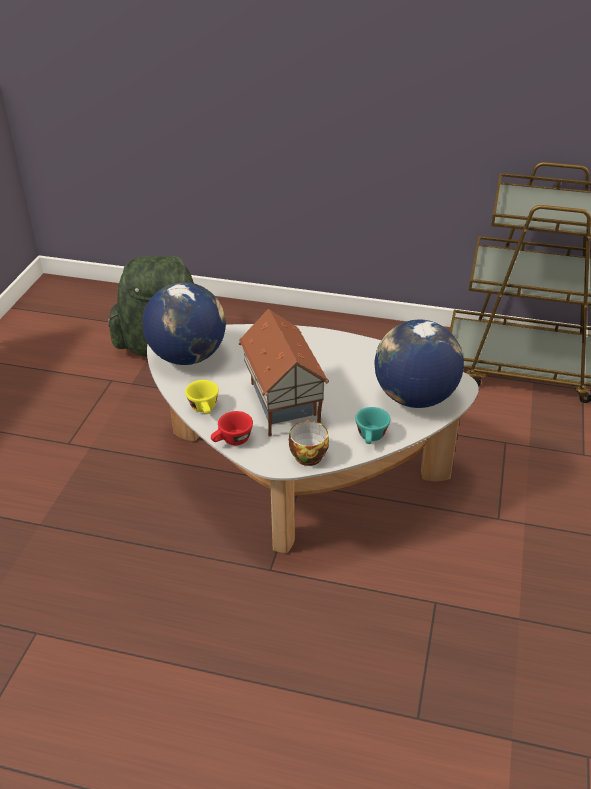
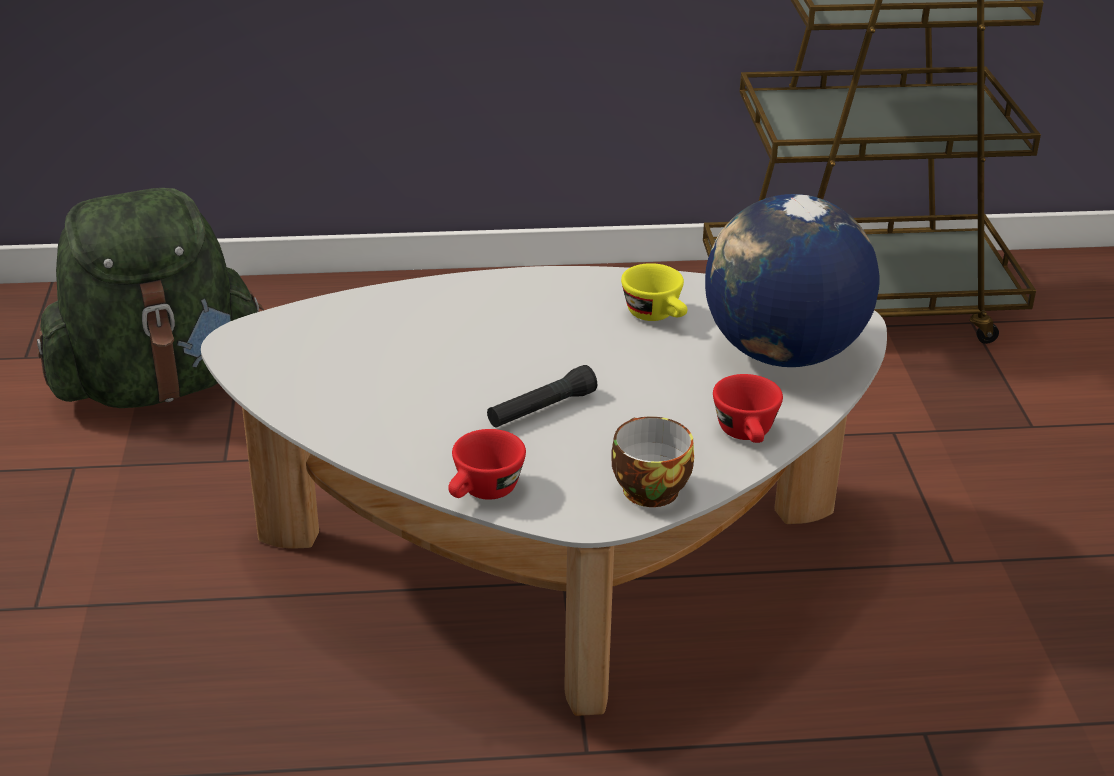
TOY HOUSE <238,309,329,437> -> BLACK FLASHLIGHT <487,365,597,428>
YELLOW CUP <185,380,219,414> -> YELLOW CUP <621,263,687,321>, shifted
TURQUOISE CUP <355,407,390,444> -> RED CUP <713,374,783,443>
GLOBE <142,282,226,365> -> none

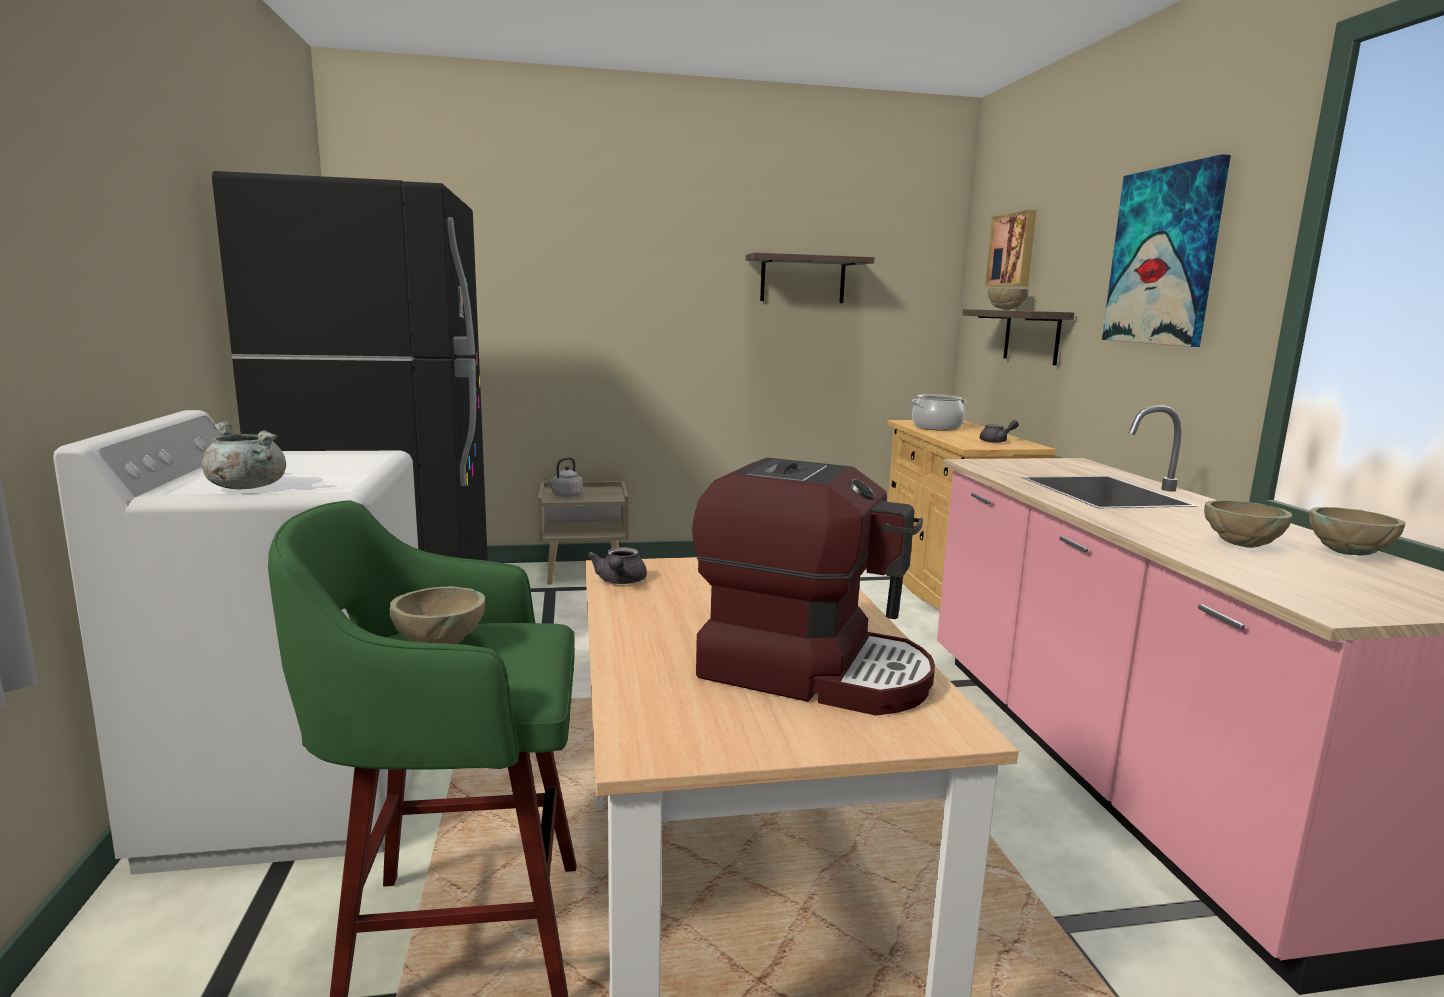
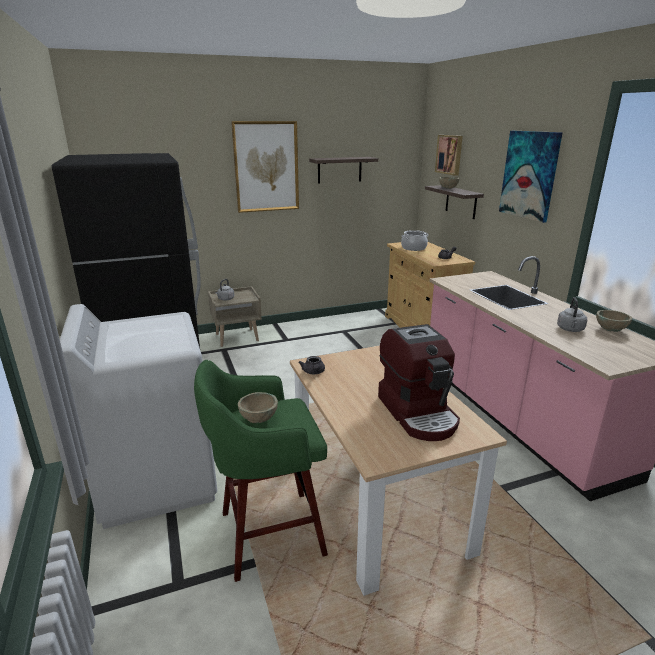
none -> PICTURE <231,121,299,213>
COFFEE MACHINE <692,458,935,716> -> COFFEE MACHINE <378,324,460,441>, 60 degrees clockwise
BEIGE BOWL <1204,500,1292,548> -> GREY KETTLE <557,297,587,332>
GREY COOKING POT <202,422,286,489> -> none

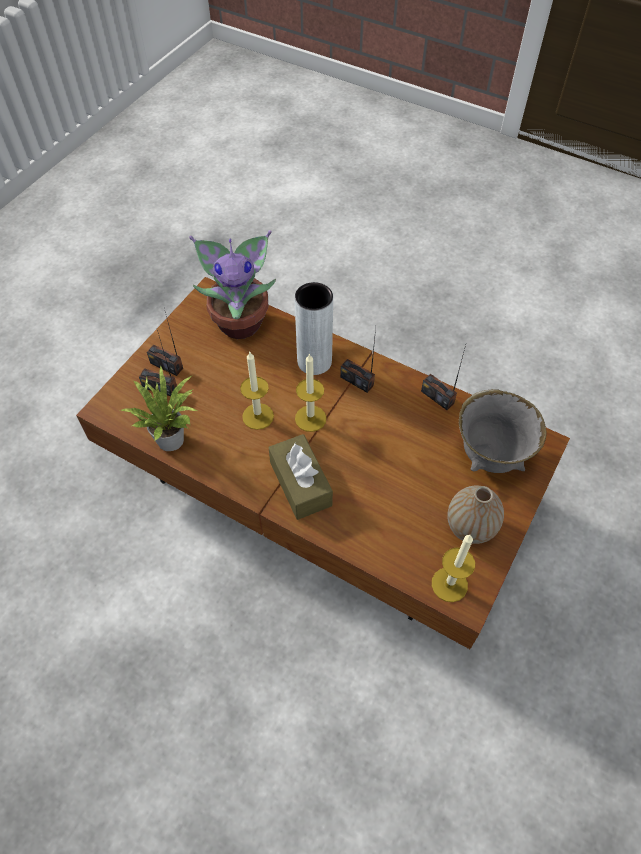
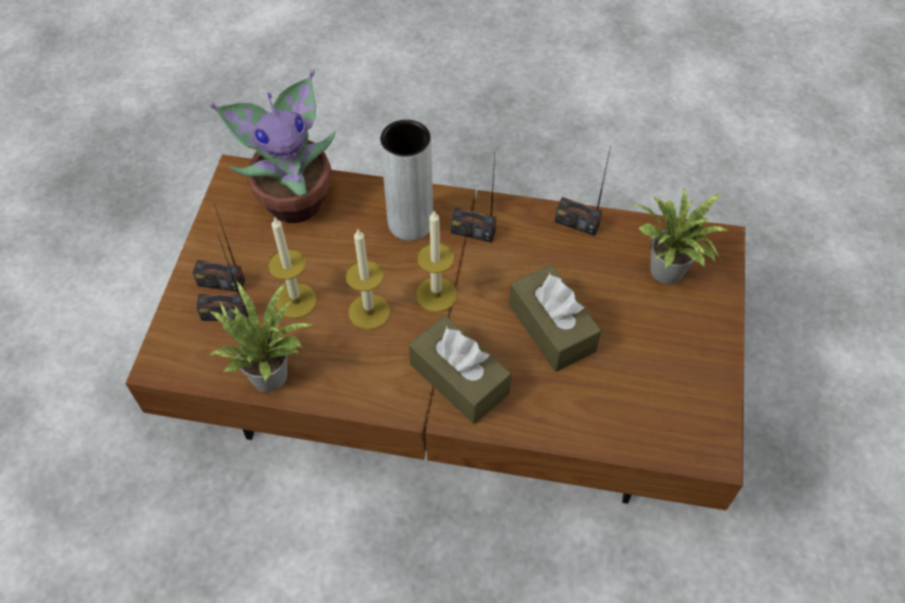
CANDLE <432,534,475,602> -> CANDLE <268,216,317,319>, shifted
none -> BROWN TISSUE BOX <509,265,601,372>
GREY BOWL <459,389,547,473> -> POTTED PLANT <630,187,728,284>
VASE <447,485,504,544> -> none

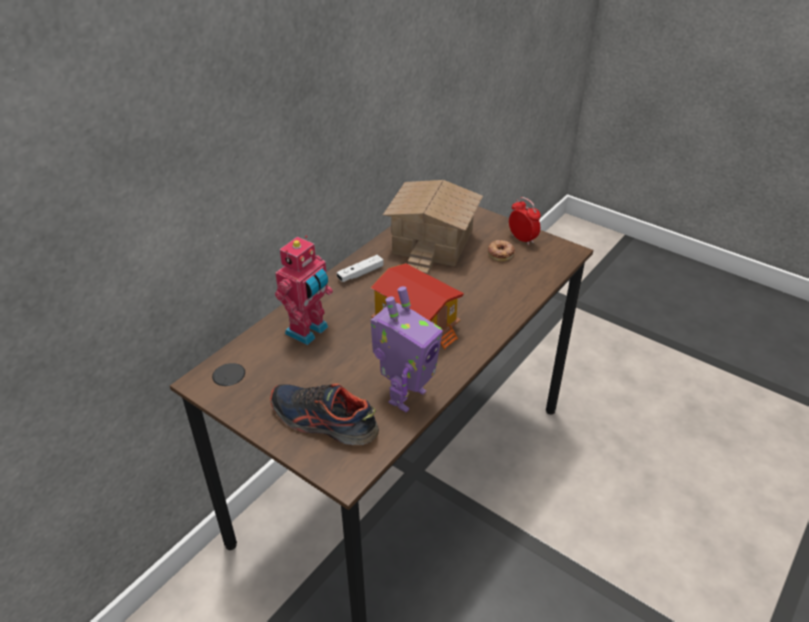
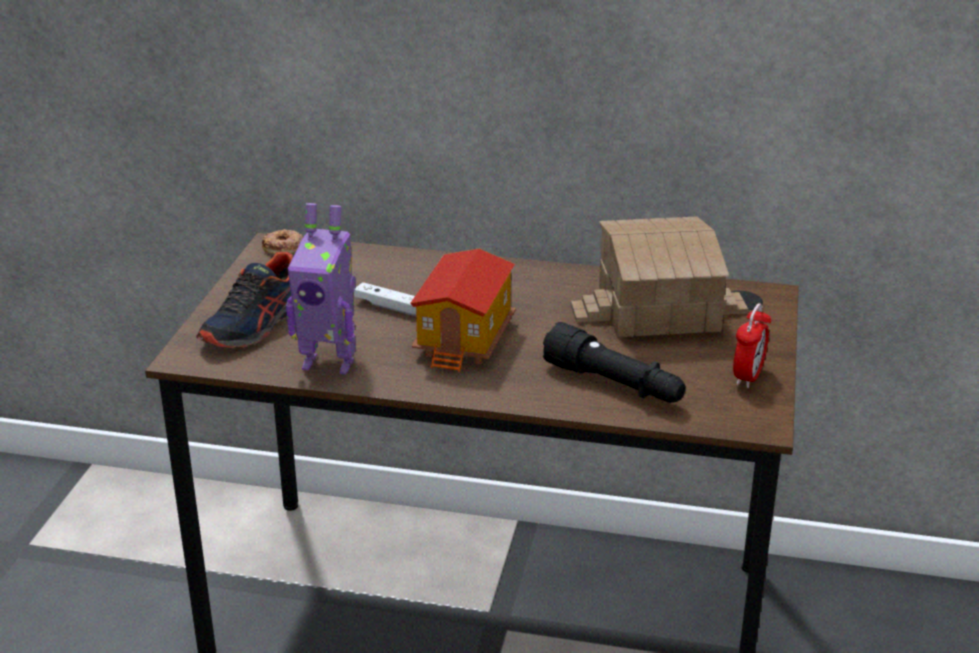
SHOE <270,384,379,445> -> SHOE <197,252,295,348>, 150 degrees counterclockwise
DONUT <488,240,515,261> -> DONUT <262,229,303,254>, shifted
WHITE GAME CONTROLLER <337,255,384,282> -> WHITE GAME CONTROLLER <354,282,416,316>, shifted
none -> BLACK FLASHLIGHT <543,322,686,403>
TOY ROBOT <275,236,333,345> -> none

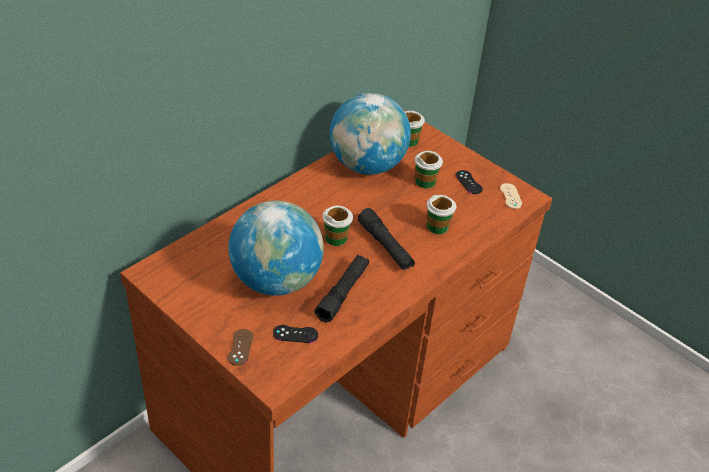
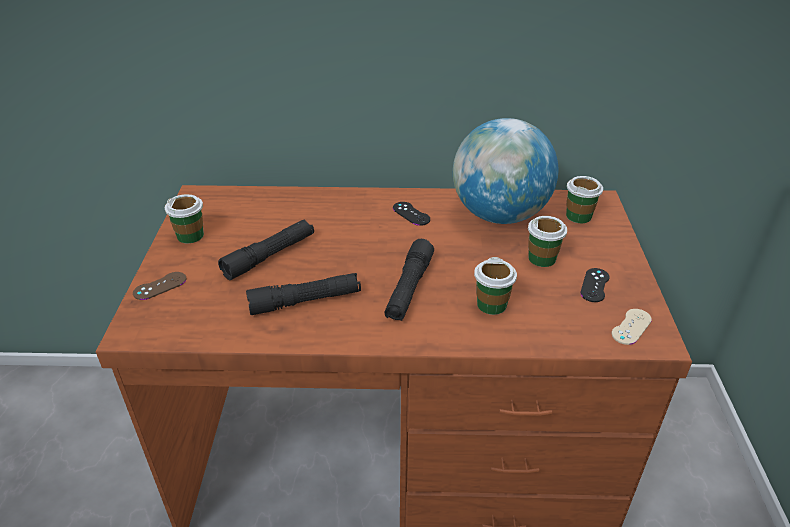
CUP <322,206,353,246> -> CUP <165,194,204,243>, shifted
GLOBE <228,201,324,296> -> BLACK FLASHLIGHT <218,220,314,280>
BLACK GAME CONTROLLER <273,325,318,343> -> BLACK GAME CONTROLLER <393,202,430,226>, shifted

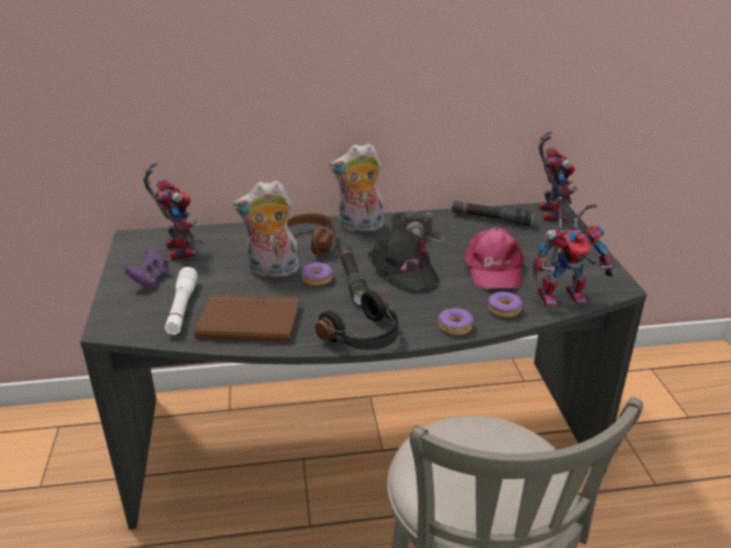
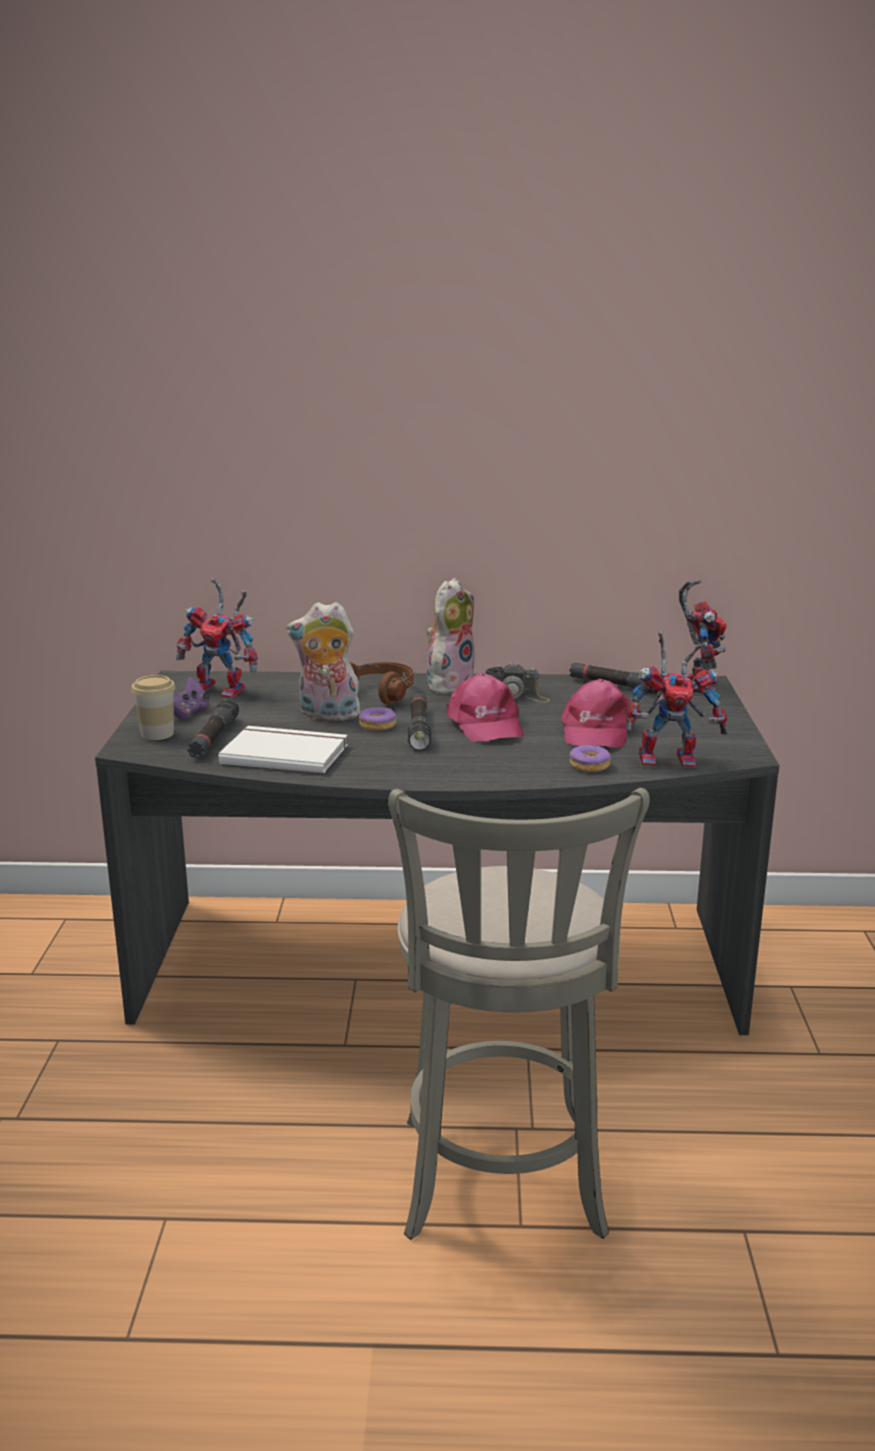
none -> CUP <131,675,175,740>
TOY ROBOT <143,163,197,261> -> TOY ROBOT <176,578,258,698>, 120 degrees clockwise
WHITE FLASHLIGHT <165,267,198,335> -> BLACK FLASHLIGHT <187,699,239,758>
BROWN BOOK <194,294,300,343> -> WHITE BOOK <219,726,348,774>
PLUSH TOY <330,143,384,232> -> PLUSH TOY <427,578,474,694>, 120 degrees clockwise
BLACK CAP <368,228,439,291> -> PINK CAP <446,673,524,741>
BLACK HEADPHONES <315,291,399,350> -> none
DONUT <438,307,473,335> -> none

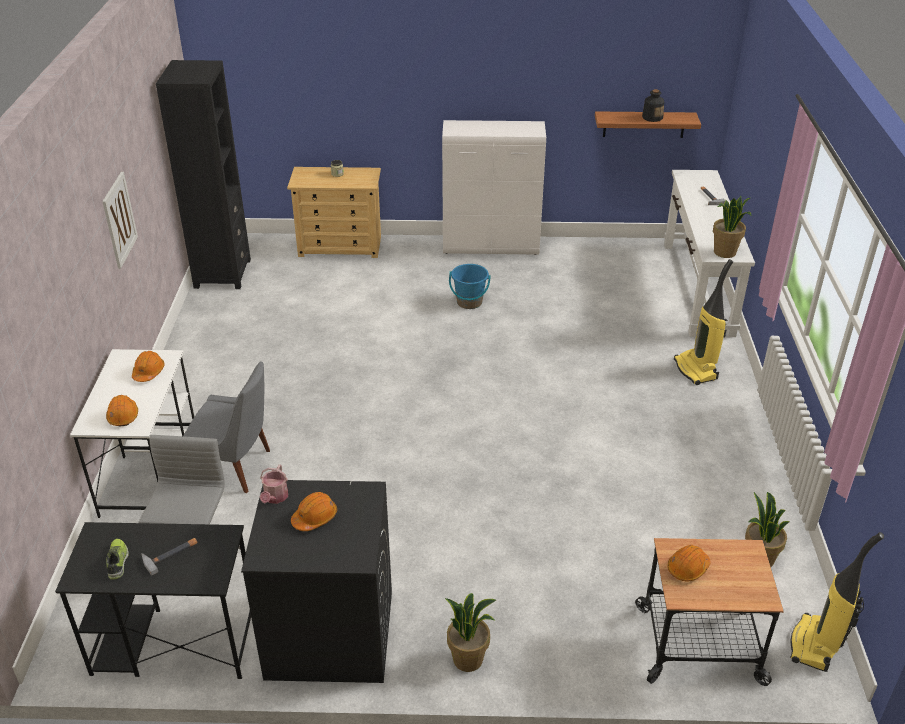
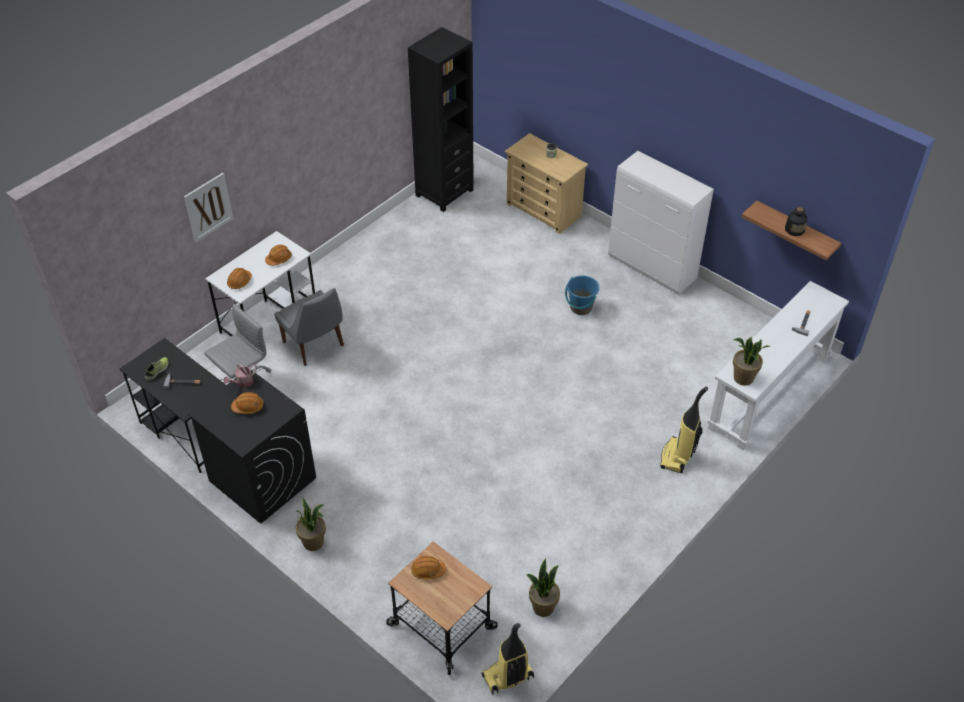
PICTURE <102,172,138,269> -> PICTURE <184,173,233,242>, shifted

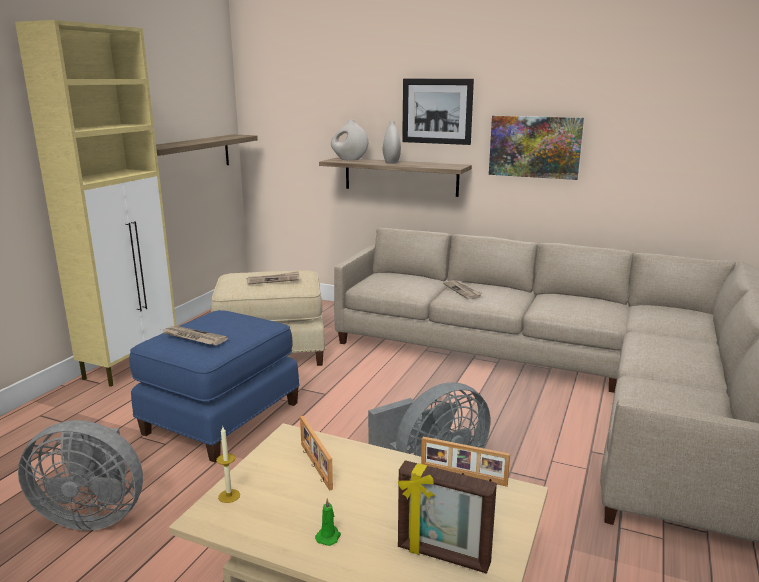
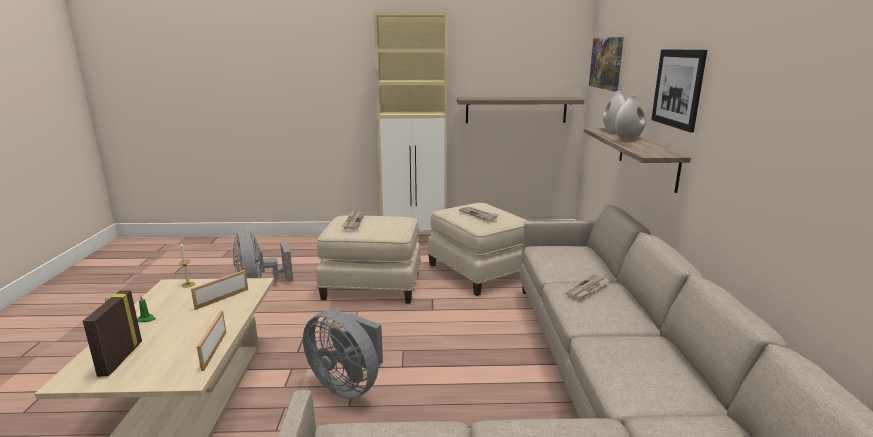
BLUE OTTOMAN <129,310,300,463> -> BEIGE OTTOMAN <317,215,421,304>
PICTURE <489,116,584,180> -> PICTURE <589,37,624,91>, shifted

